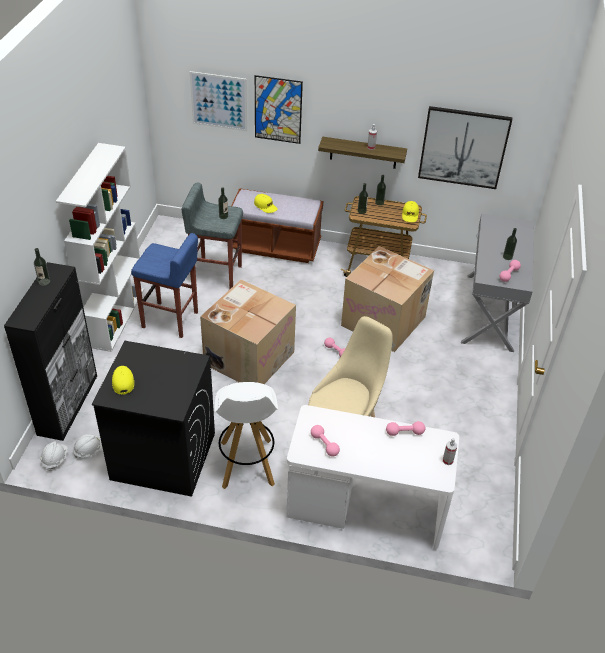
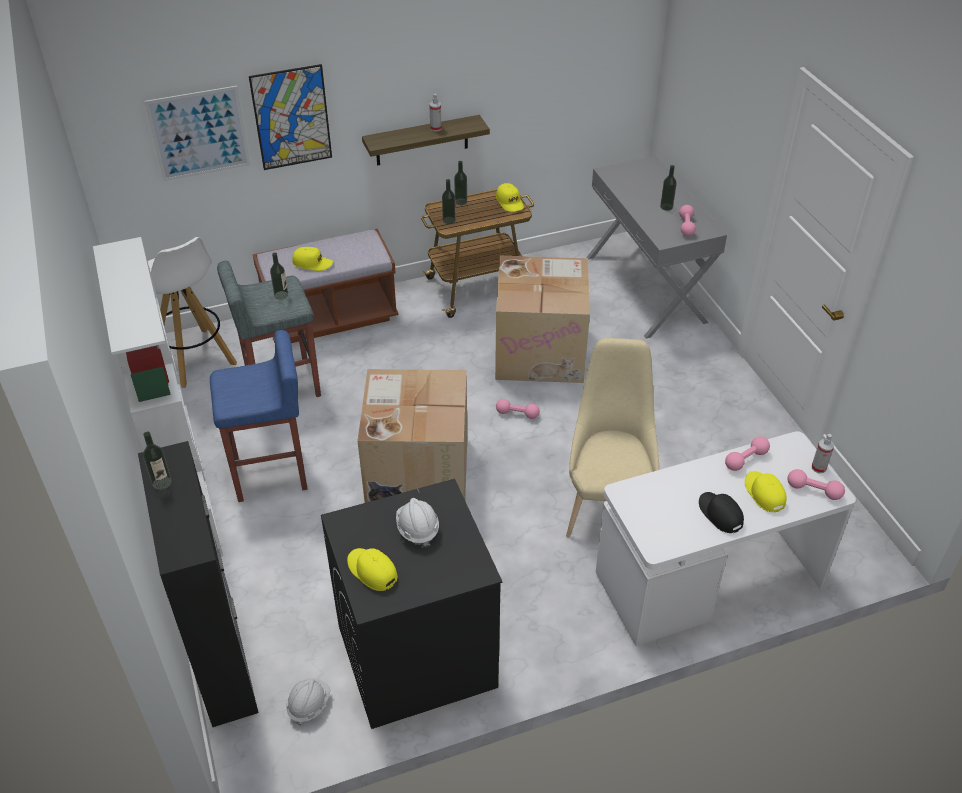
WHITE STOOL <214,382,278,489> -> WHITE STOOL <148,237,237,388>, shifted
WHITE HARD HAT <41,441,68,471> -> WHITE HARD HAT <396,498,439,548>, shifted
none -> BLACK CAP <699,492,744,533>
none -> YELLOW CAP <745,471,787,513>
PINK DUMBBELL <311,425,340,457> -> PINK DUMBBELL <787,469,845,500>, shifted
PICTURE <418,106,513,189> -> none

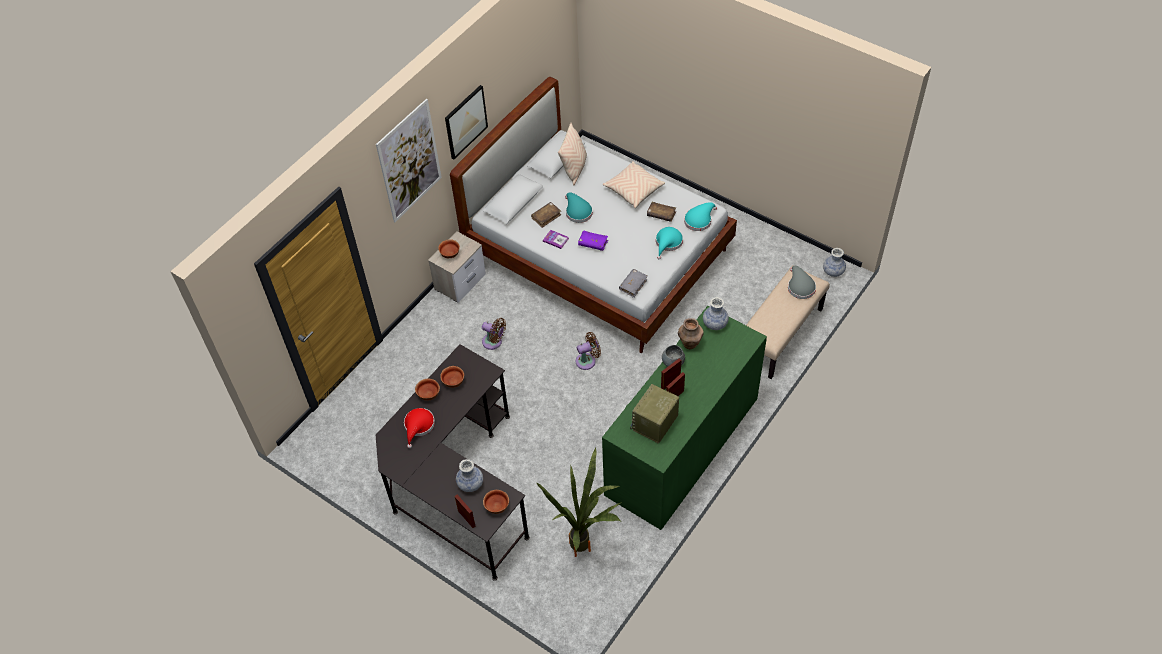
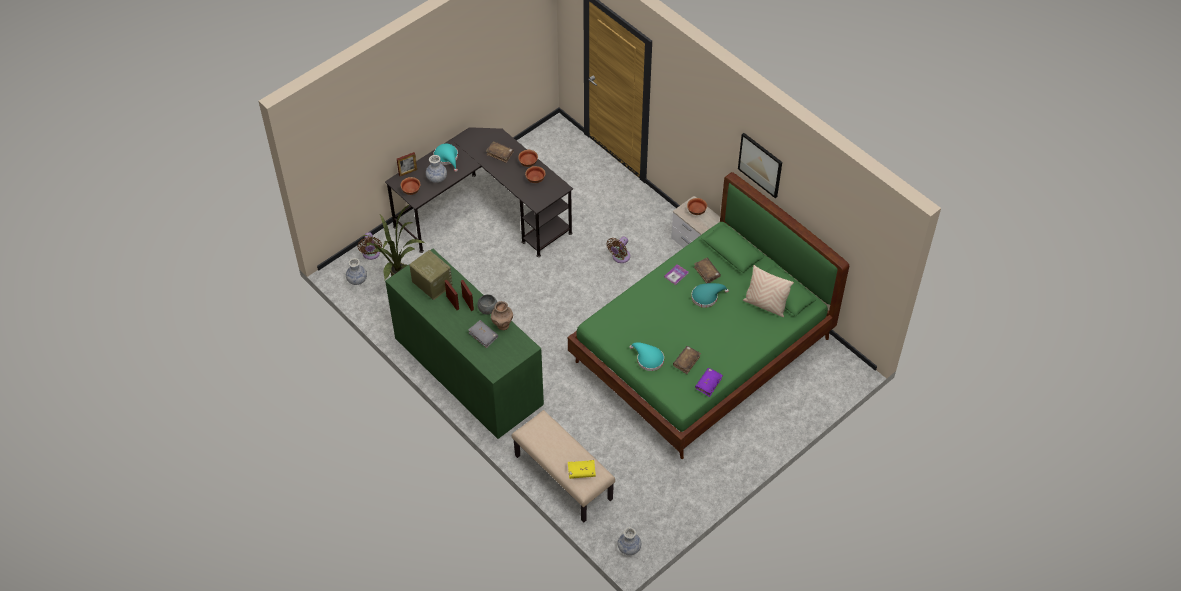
VASE <703,297,729,330> -> VASE <346,258,367,285>, shifted
BROWN FAN <576,332,601,370> -> BROWN FAN <357,232,382,260>, shifted
TURQUOISE HAT <684,202,717,231> -> TURQUOISE HAT <434,143,458,172>, shifted
GREY BOOK <619,269,648,298> -> GREY BOOK <468,320,498,348>, shifted
RED HAT <404,408,435,448> -> BROWN BOOK <486,141,514,163>
WHITE BED <450,77,737,353> -> GREEN BED <568,172,849,459>
GREY HAT <788,266,816,299> -> YELLOW BOOK <568,460,596,479>
PURPLE BOOK <578,230,608,251> -> PURPLE BOOK <695,368,723,397>, shifted
PICTURE <376,99,442,222> -> none
BEIGE PILLOW <603,161,665,208> -> none

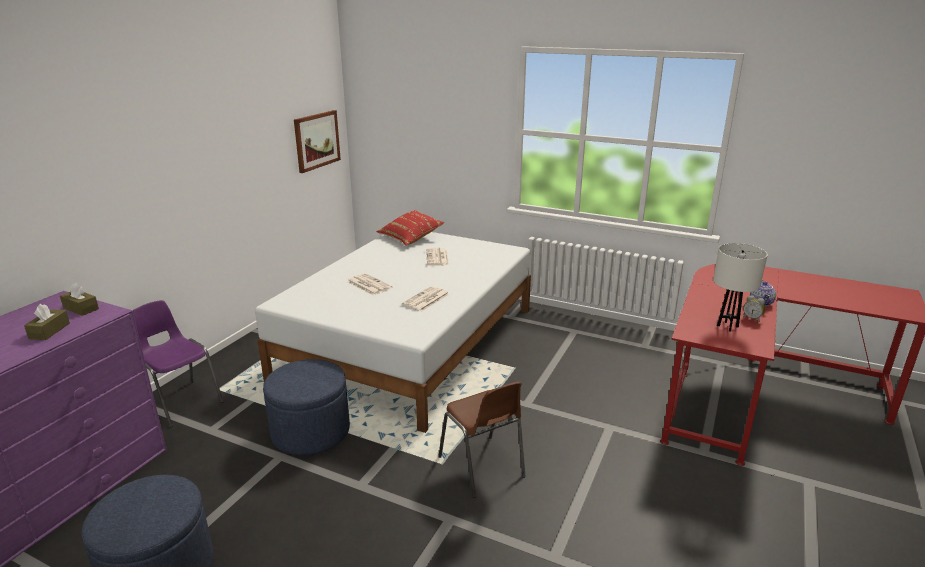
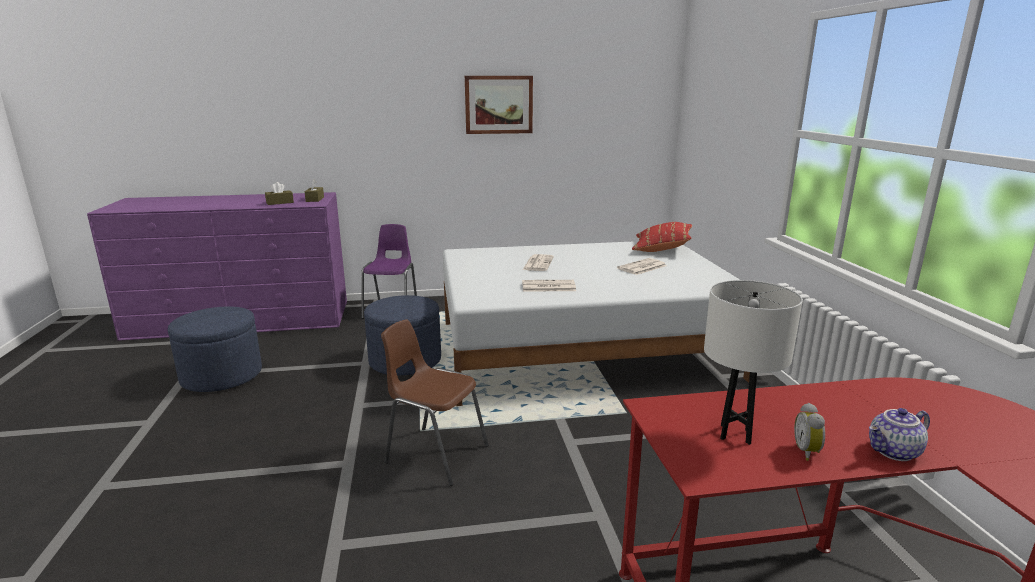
BROWN CHAIR <438,381,526,498> -> BROWN CHAIR <381,319,489,486>, 90 degrees clockwise
PICTURE <294,110,341,173> -> PICTURE <465,76,533,134>, shifted

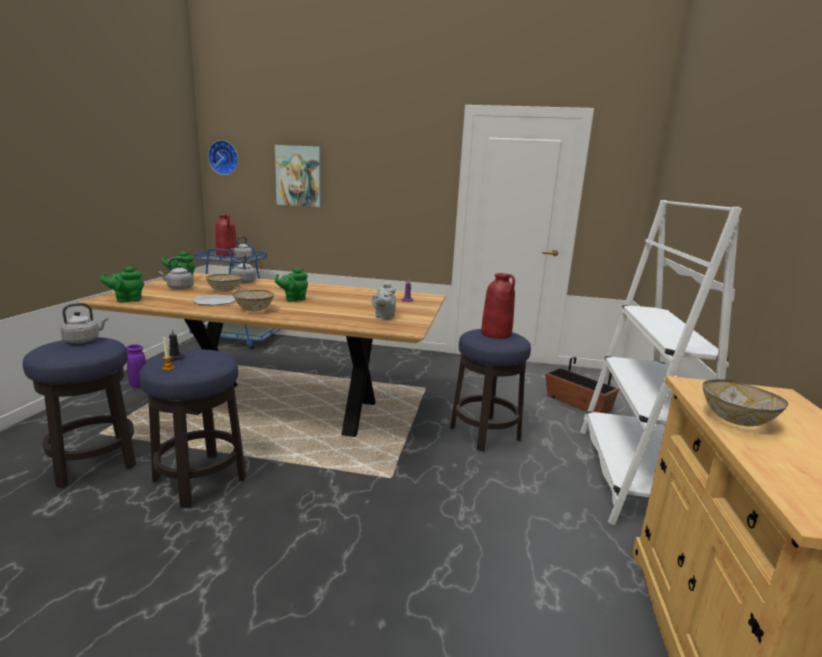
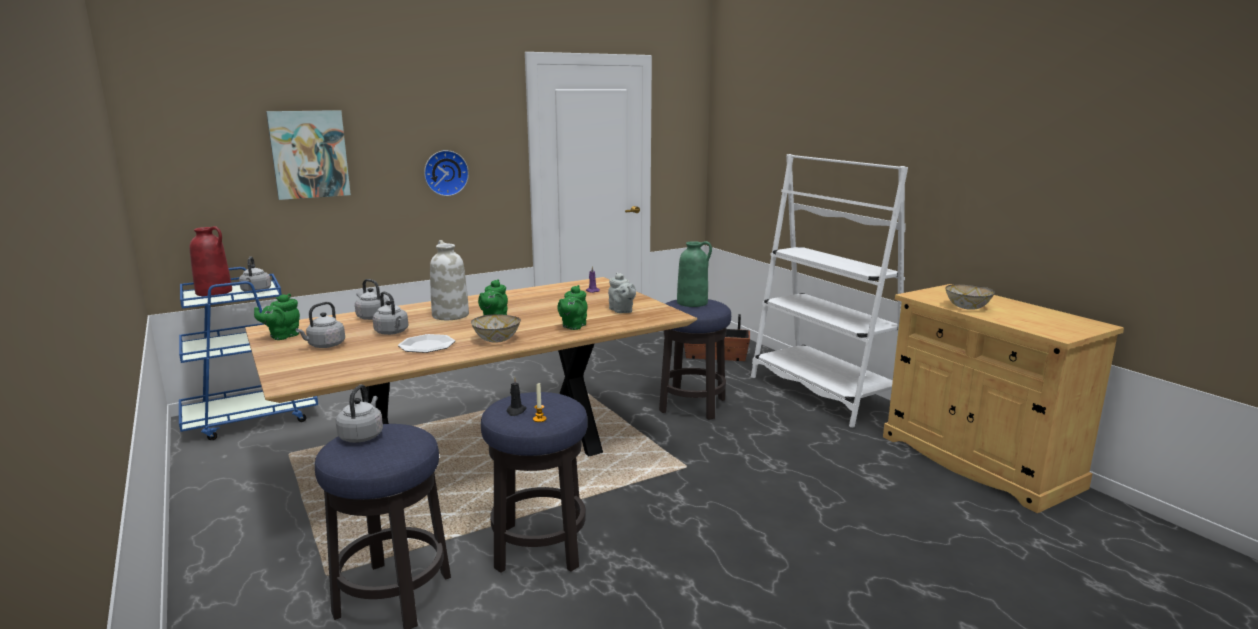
BOWL <206,274,243,292> -> GREY KETTLE <373,291,408,335>
WALL CLOCK <208,140,238,175> -> WALL CLOCK <424,150,469,196>, shifted
none -> WHITE VASE <430,240,469,320>
GREEN TEAPOT <100,266,144,302> -> GREEN TEAPOT <558,285,588,330>, shifted
RED VASE <481,273,515,339> -> GREEN VASE <677,241,712,307>
PURPLE VASE <126,344,146,387> -> none

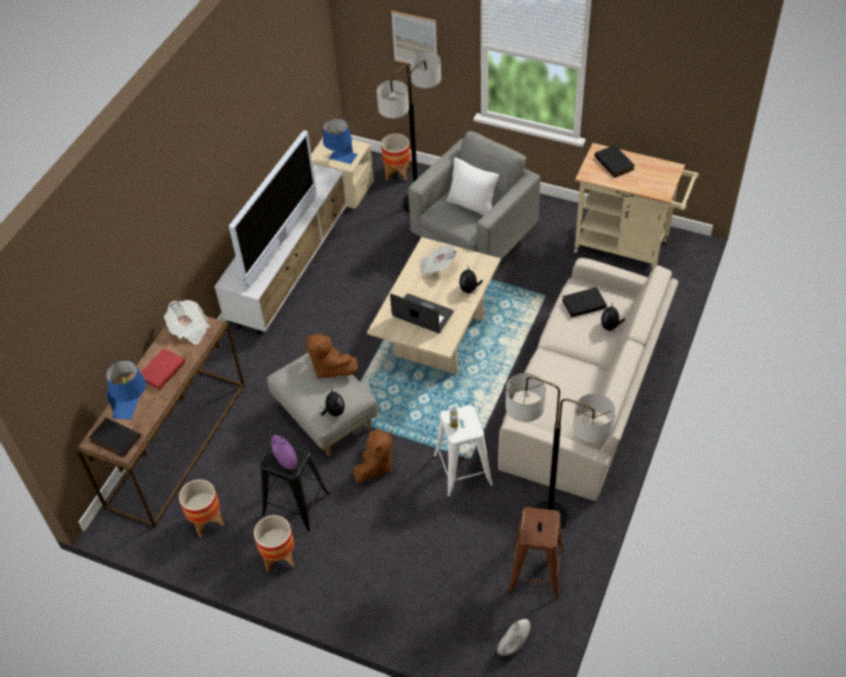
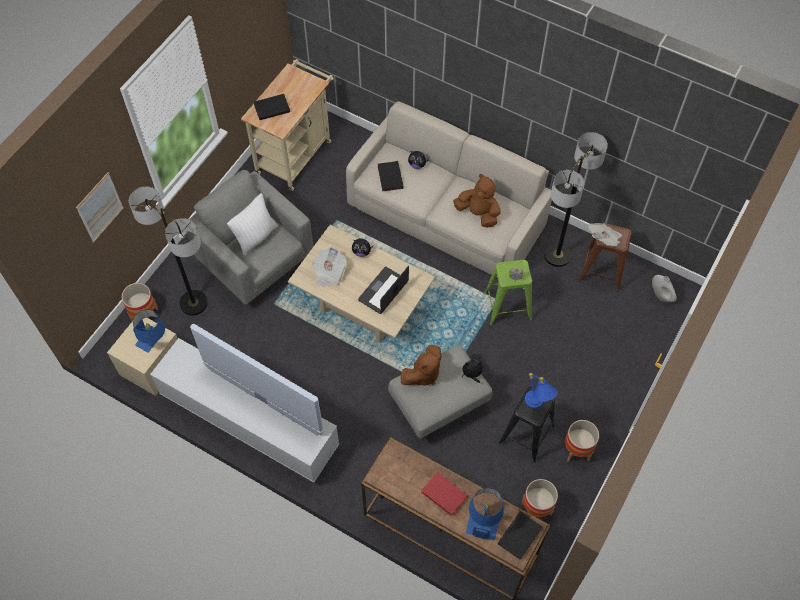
BROWN PLUSH TOY <353,429,393,483> -> BROWN PLUSH TOY <453,174,501,228>, shifted
WHITE STOOL <433,405,493,497> -> GREEN STOOL <484,260,532,326>
PURPLE VASE <271,435,297,470> -> BLUE TABLE LAMP <525,373,558,408>
NEWSPAPER <164,300,210,344> -> NEWSPAPER <588,223,622,246>, shifted

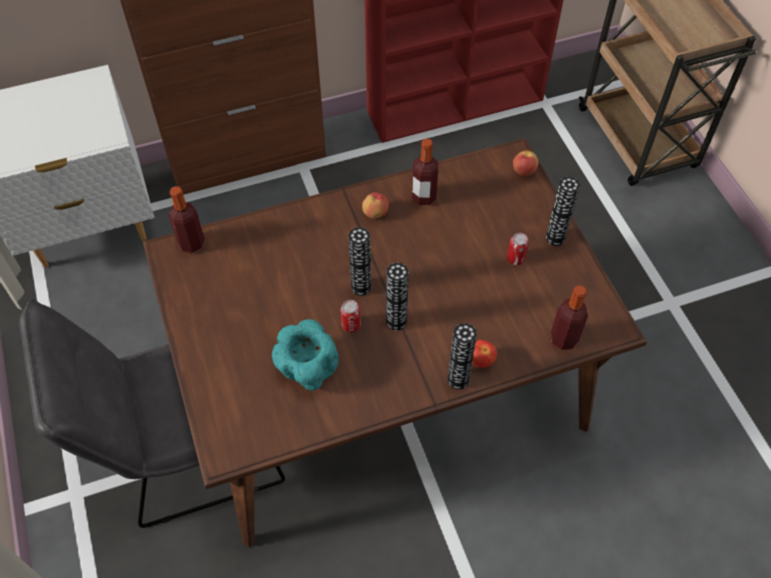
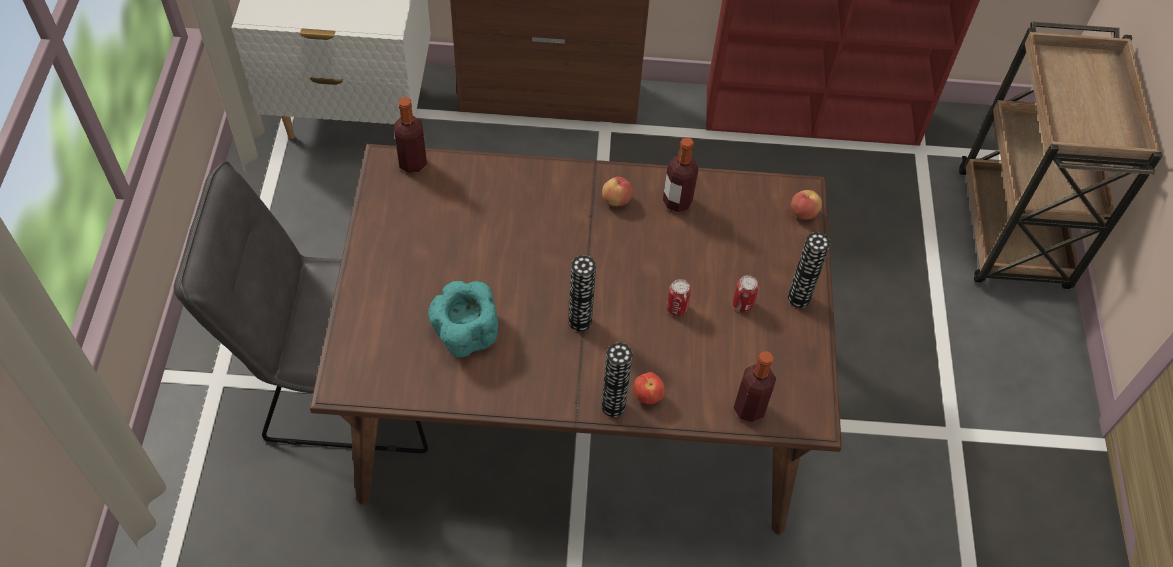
CAN <341,300,361,333> -> CAN <666,279,691,316>, shifted
VASE <348,227,371,296> -> none

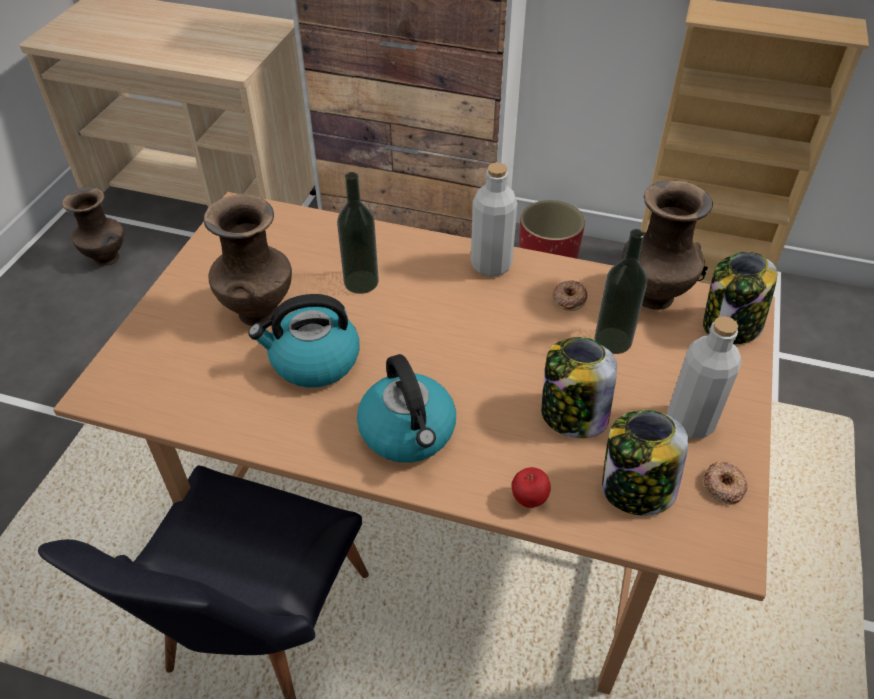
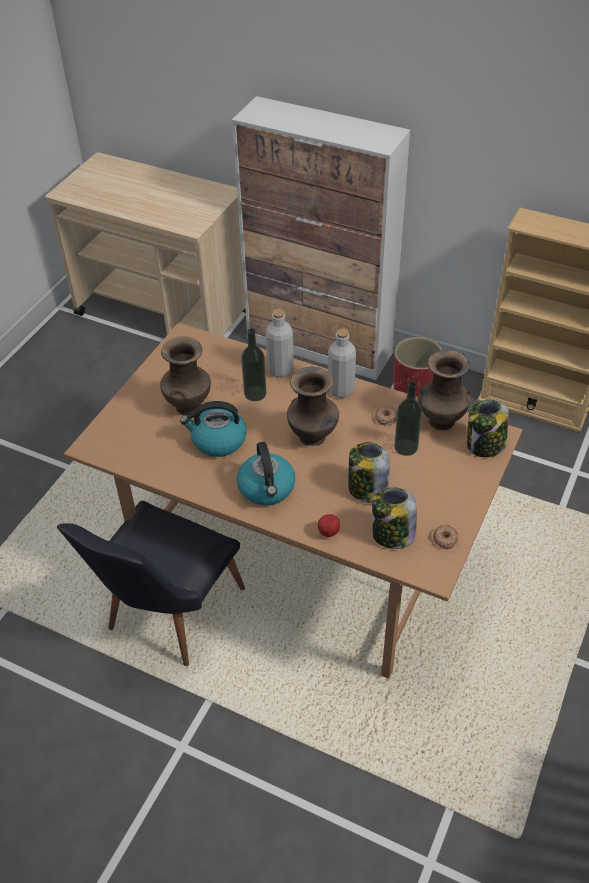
GREY BOTTLE <667,316,742,438> -> GREY BOTTLE <265,309,294,378>, shifted
BROWN VASE <62,187,124,266> -> BROWN VASE <287,367,339,446>, shifted

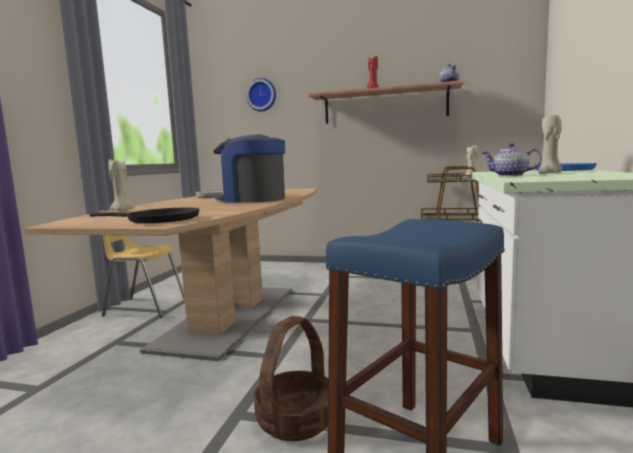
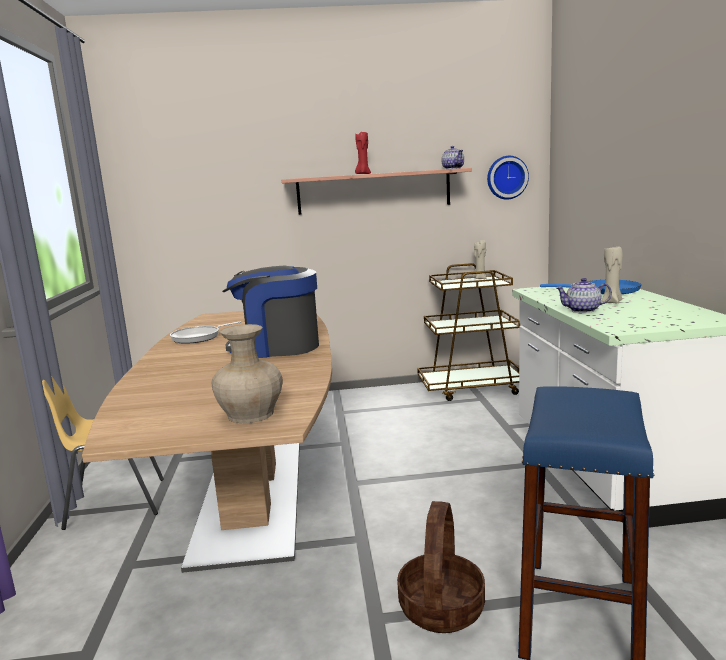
BLACK FRYING PAN <90,208,200,223> -> BEIGE VASE <211,324,282,423>
WALL CLOCK <246,78,276,111> -> WALL CLOCK <487,156,529,200>, shifted
BEIGE CANDLE <108,160,135,211> -> none

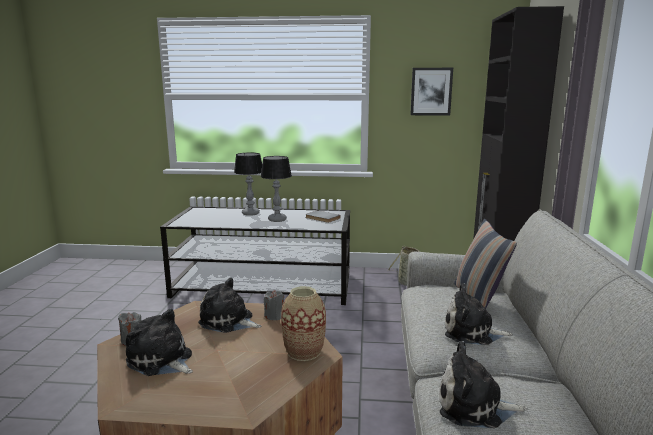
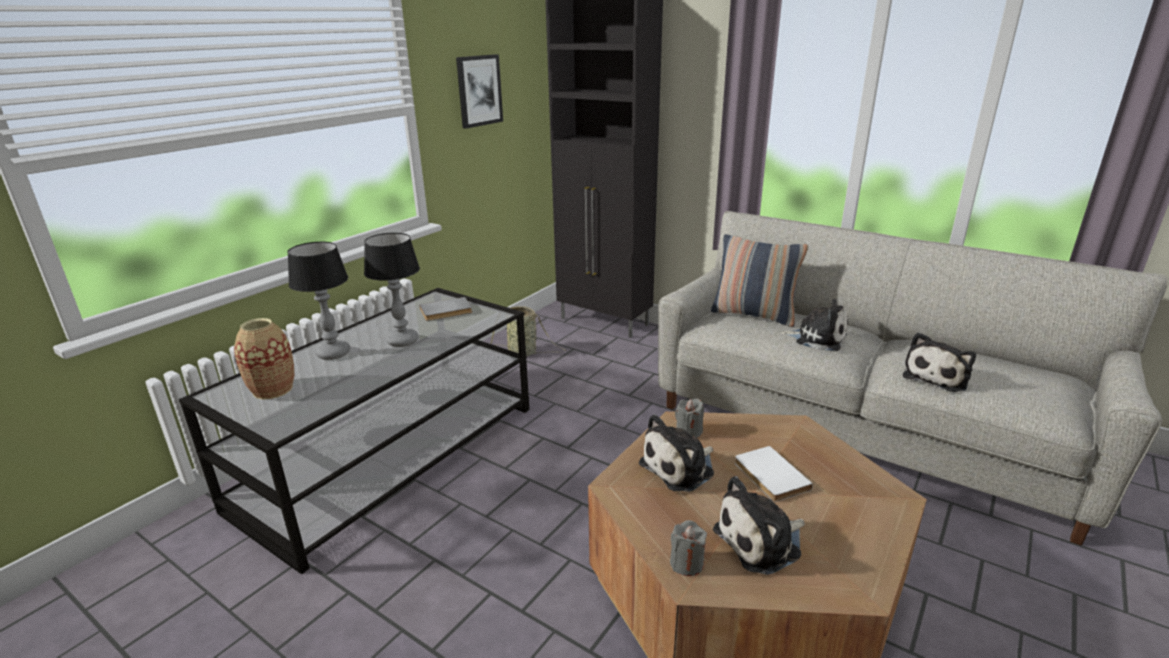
VASE <281,286,326,361> -> VASE <234,318,294,400>, shifted
none -> WHITE BOOK <735,446,813,502>
PLUSH TOY <445,283,513,345> -> PLUSH TOY <780,299,848,351>, 105 degrees counterclockwise

